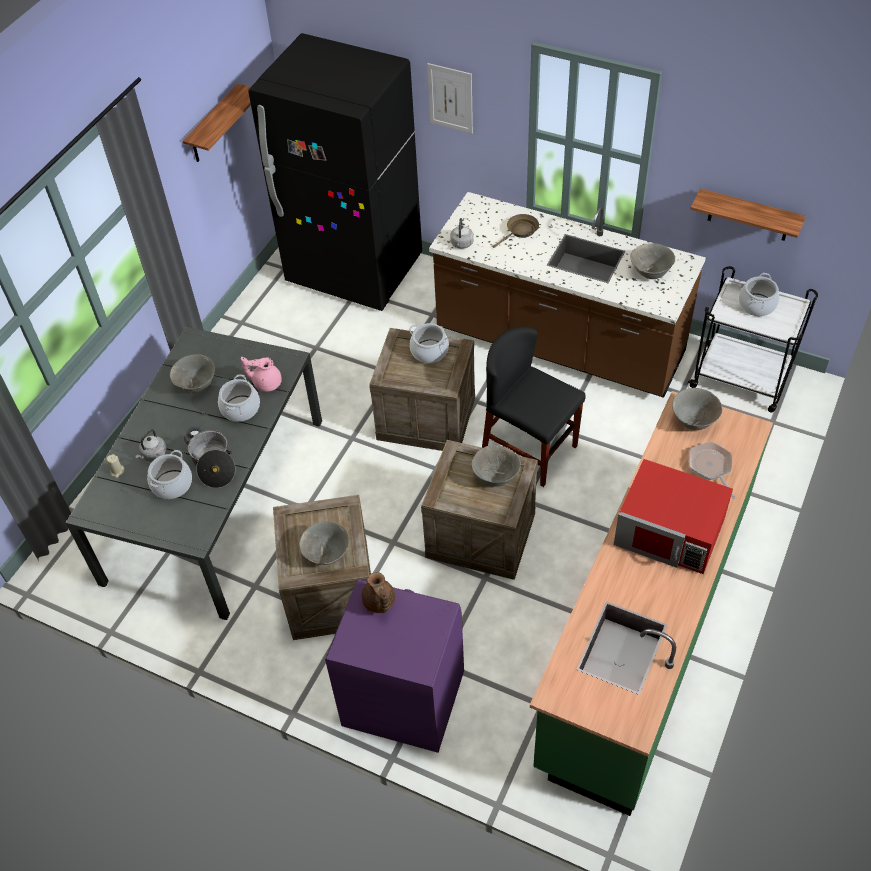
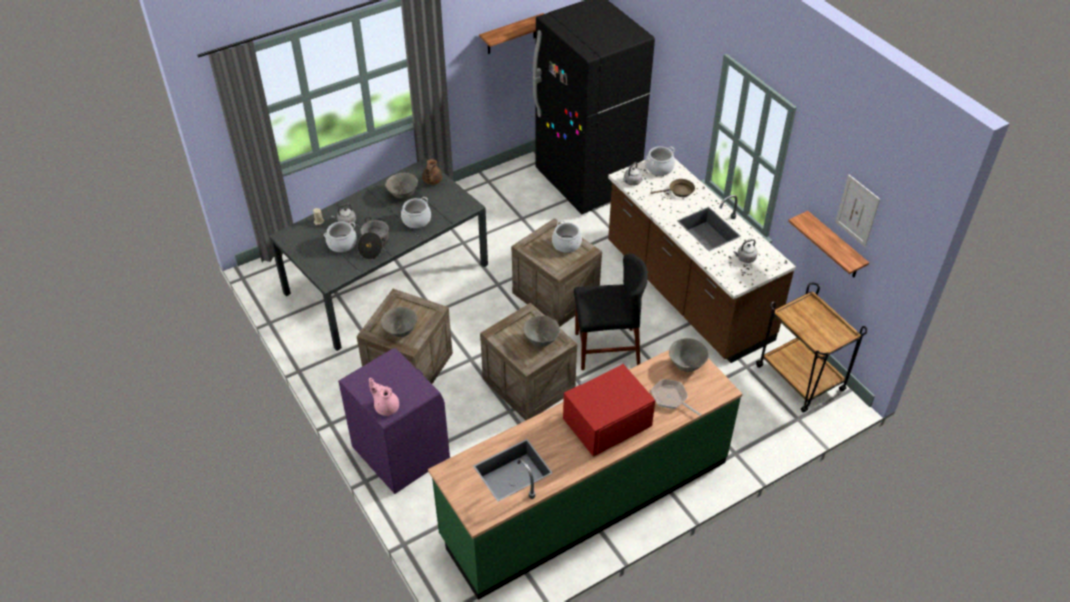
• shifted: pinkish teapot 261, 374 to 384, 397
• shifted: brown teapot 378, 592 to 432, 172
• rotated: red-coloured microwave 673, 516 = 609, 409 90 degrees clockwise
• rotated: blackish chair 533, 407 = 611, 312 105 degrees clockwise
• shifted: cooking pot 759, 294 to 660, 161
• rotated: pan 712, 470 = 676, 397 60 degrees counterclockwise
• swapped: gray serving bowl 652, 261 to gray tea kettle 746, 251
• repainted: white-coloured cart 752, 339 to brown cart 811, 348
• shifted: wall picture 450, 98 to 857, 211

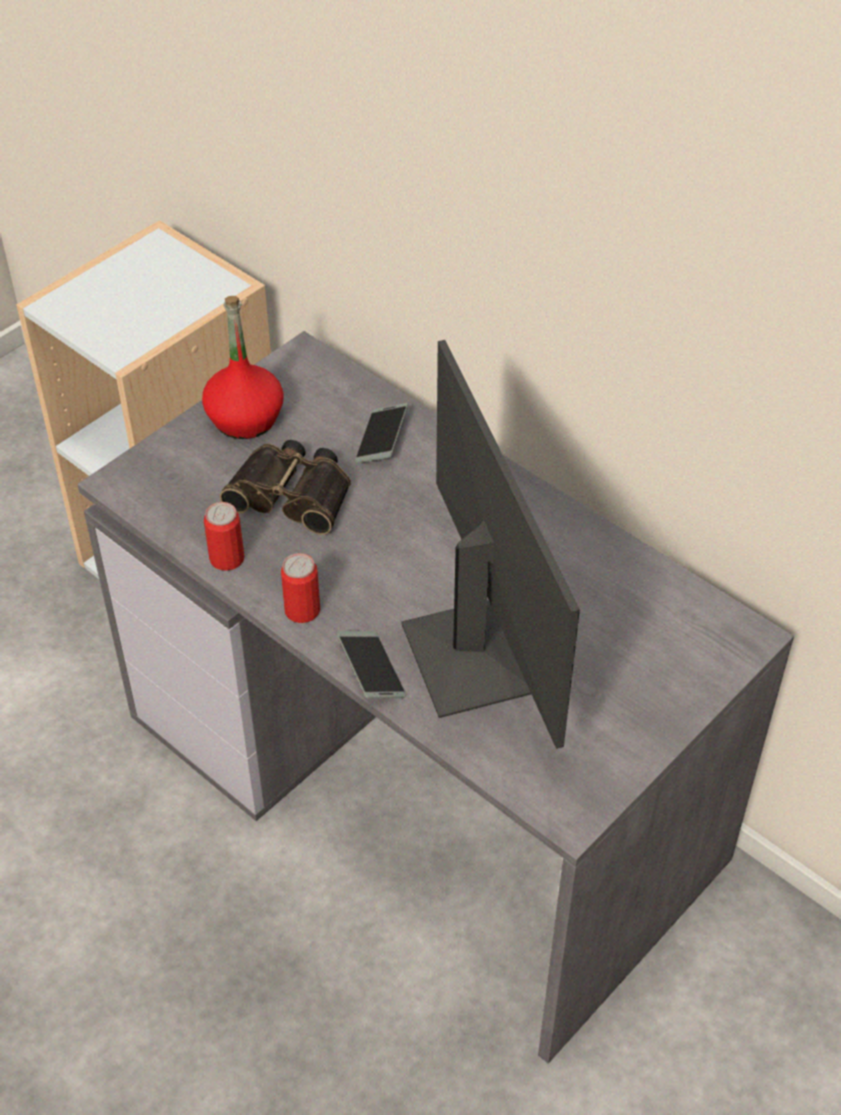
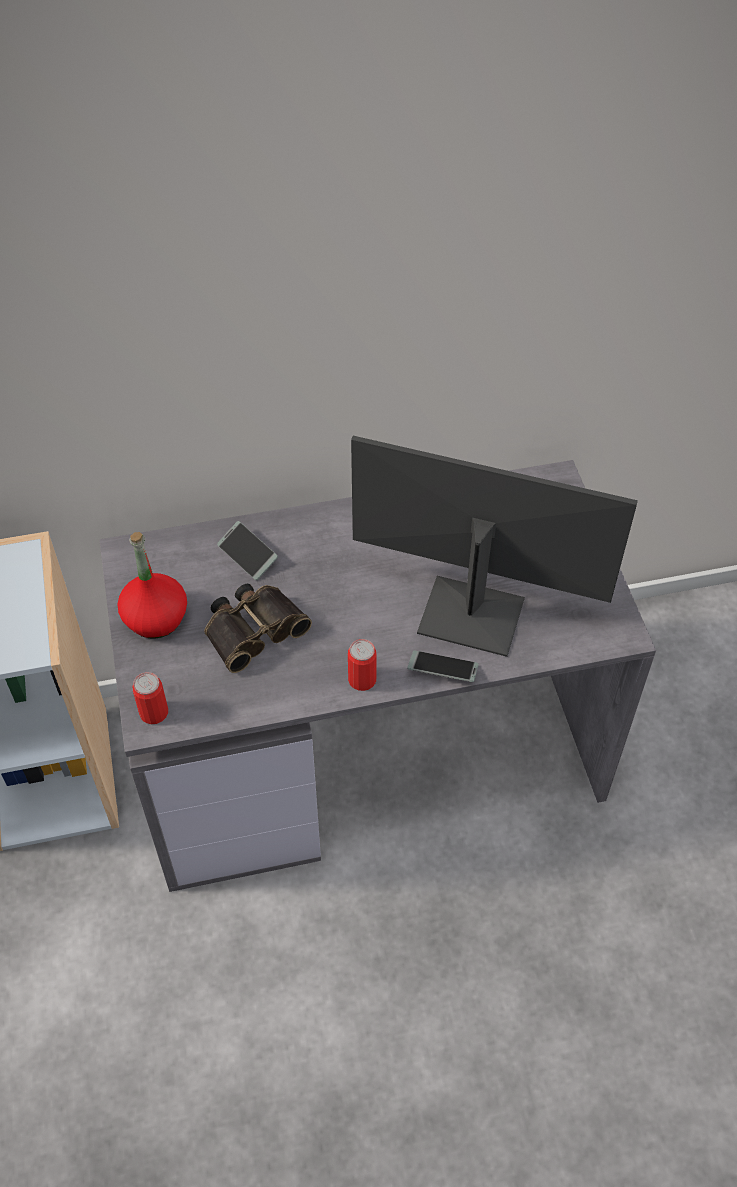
• shifted: metal can 224, 536 to 150, 698

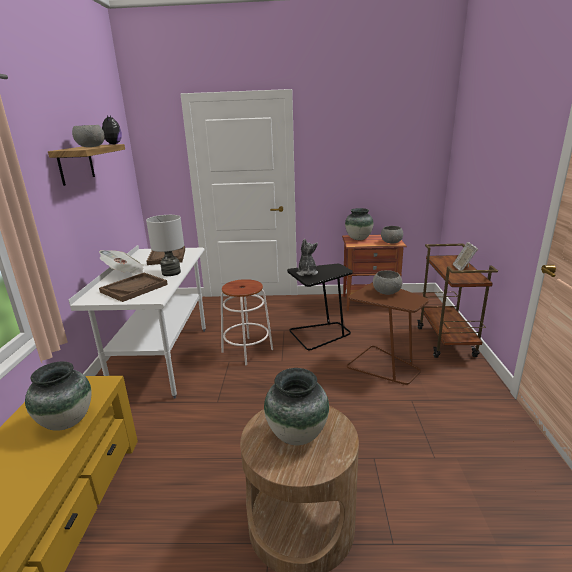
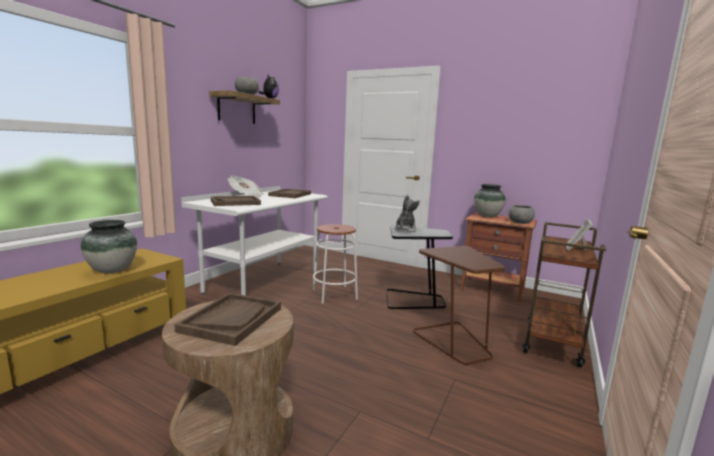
• swapped: vase 296, 406 to brown carrying tray 227, 319
• gone: gray lamp for a table 165, 245
• gone: gray serving bowl 387, 282

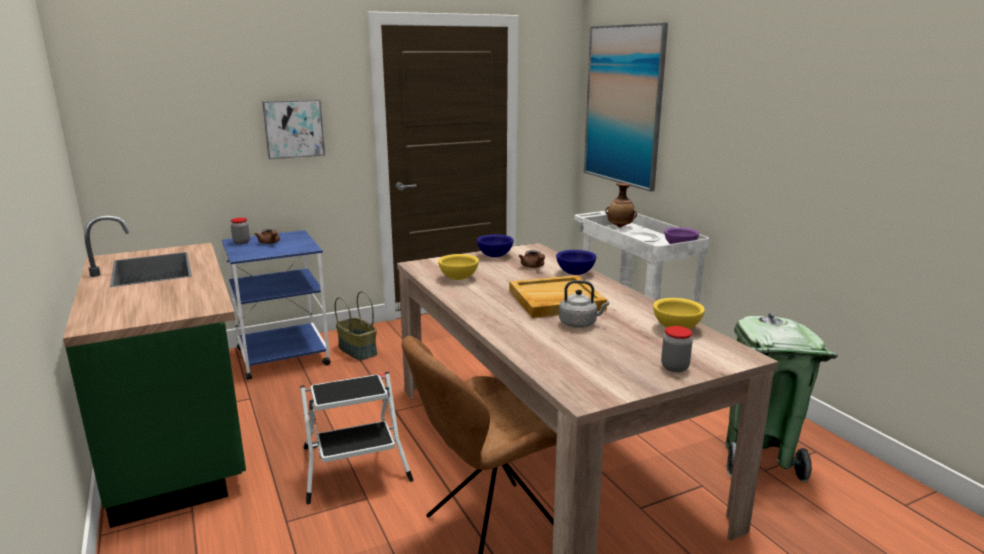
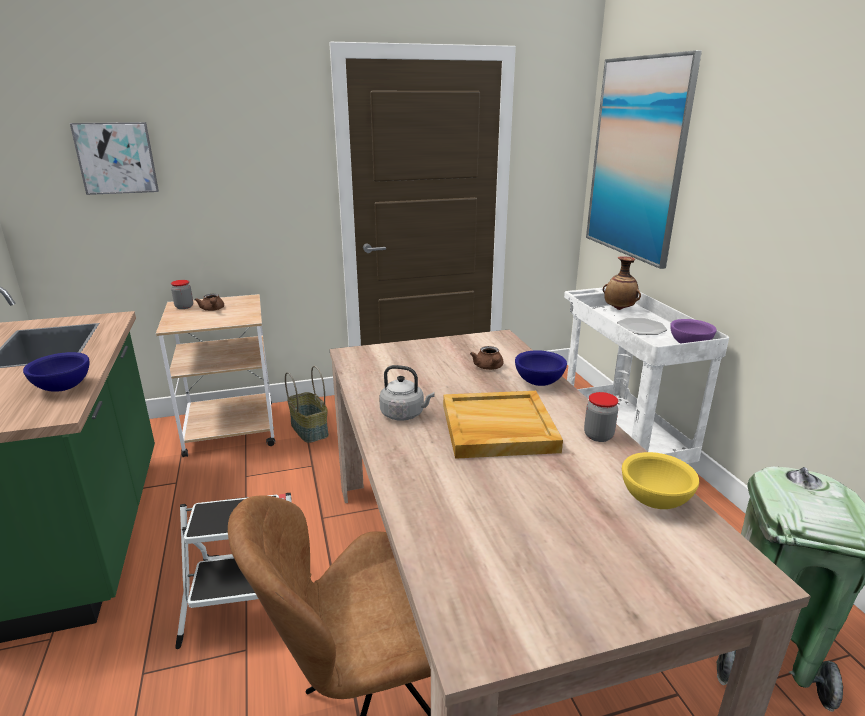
• shifted: blue serving bowl 495, 245 to 56, 372
• shifted: wall picture 293, 129 to 114, 158
• repainted: blue cart 276, 305 to sand-coloured cart 216, 375
• shifted: gray tea kettle 584, 304 to 407, 393
• shifted: preserve jar 676, 349 to 601, 417
• gone: yellow serving bowl 458, 267

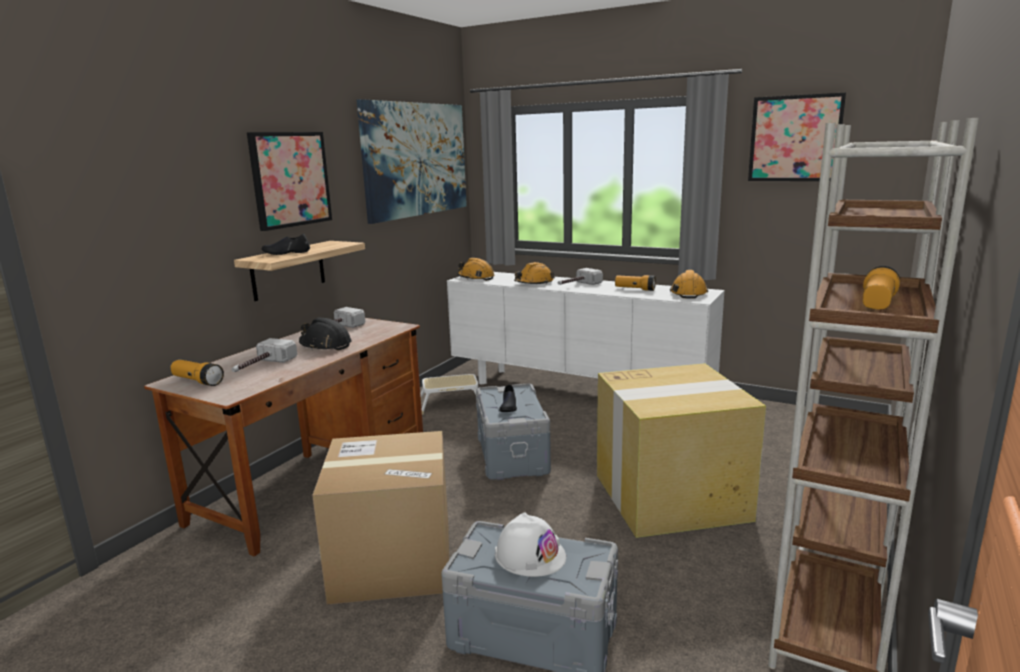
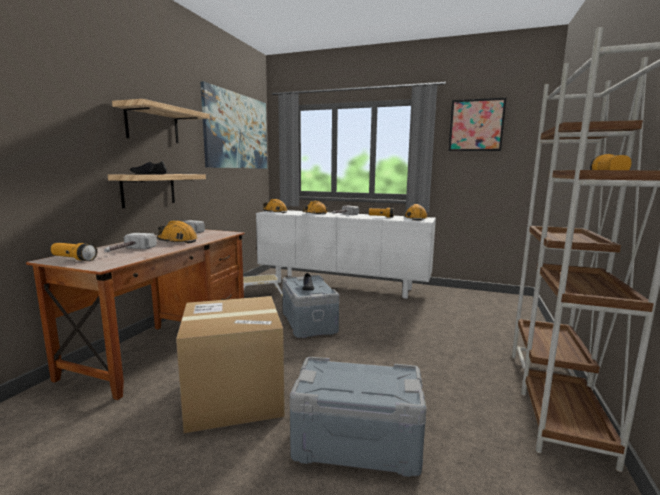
• swapped: wall picture 289, 181 to wall shelf 161, 121
• repainted: blackish safety helmet 325, 334 to orangey safety helmet 177, 232
• gone: white-coloured safety helmet 530, 545
• gone: cardboard box 681, 450

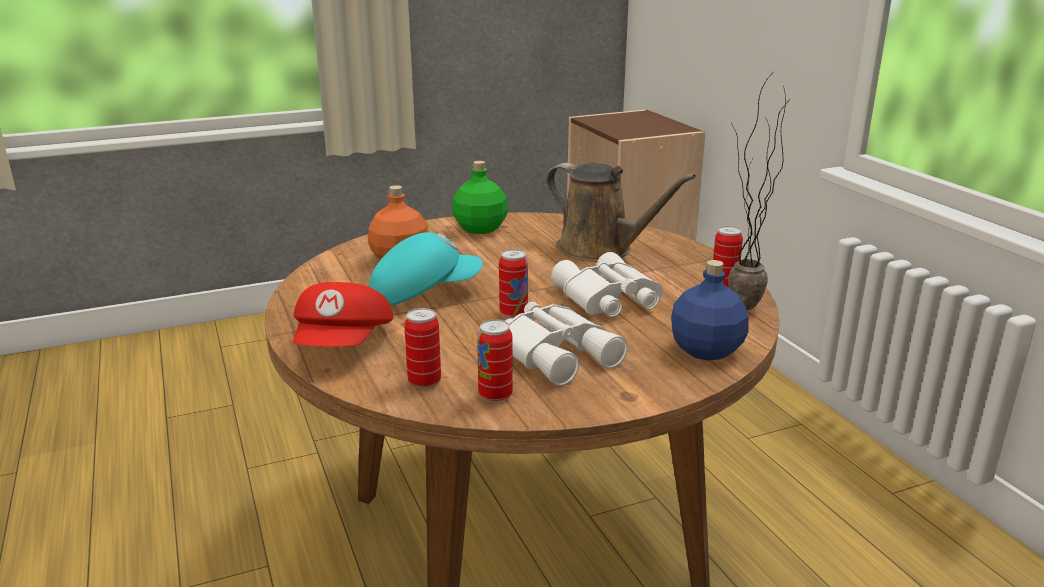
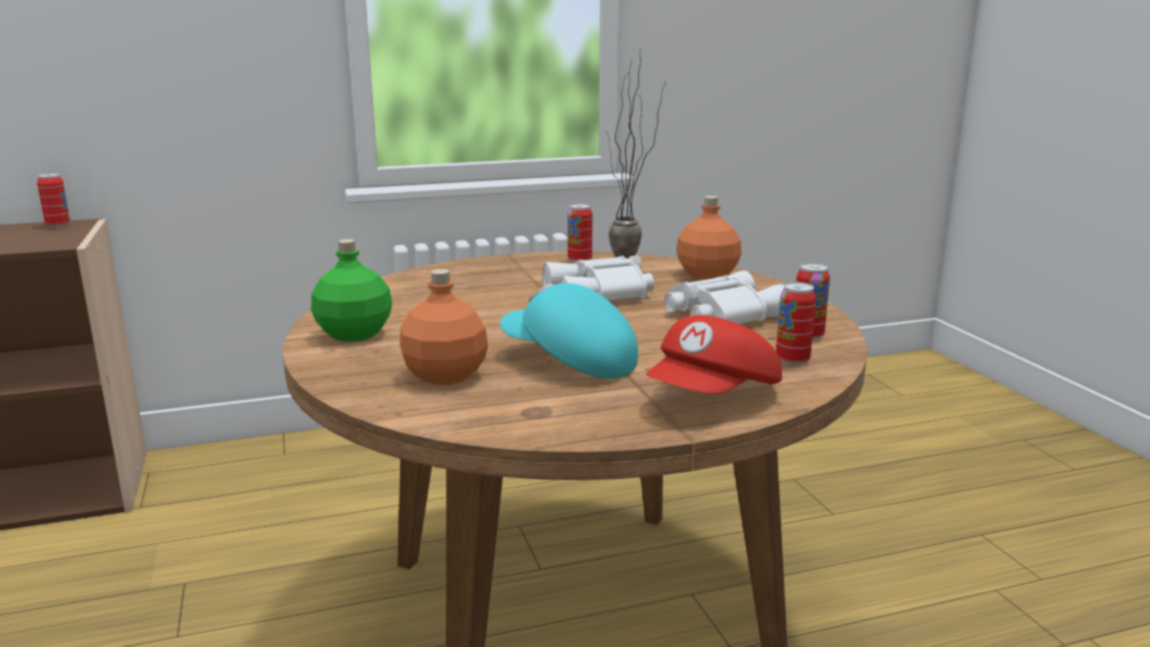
• shifted: metal can 513, 284 to 53, 200
• rotated: blue-green baseball cap 426, 268 = 569, 331 45 degrees counterclockwise
• rotated: red-coloured baseball cap 343, 314 = 714, 354 120 degrees clockwise
• repainted: blue beverage bottle 709, 310 to orangey beverage bottle 708, 238
• gone: brown watering can 621, 212

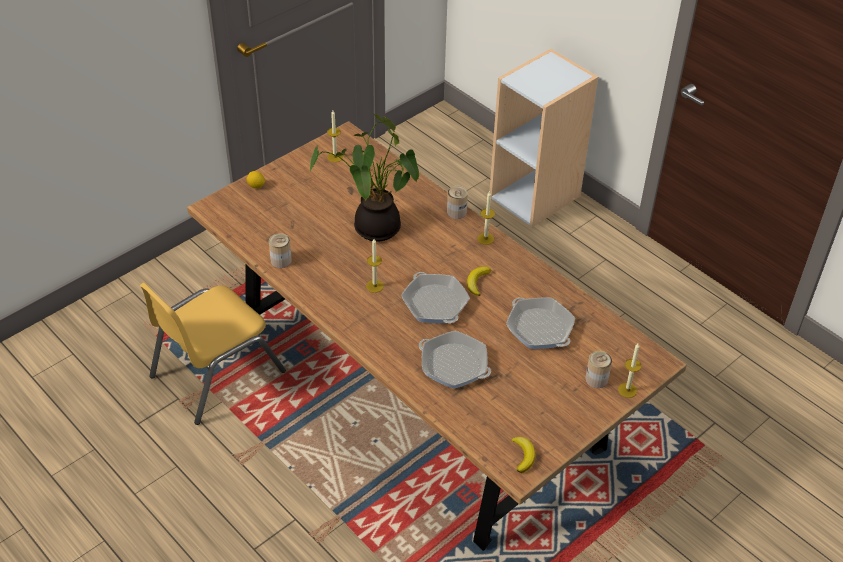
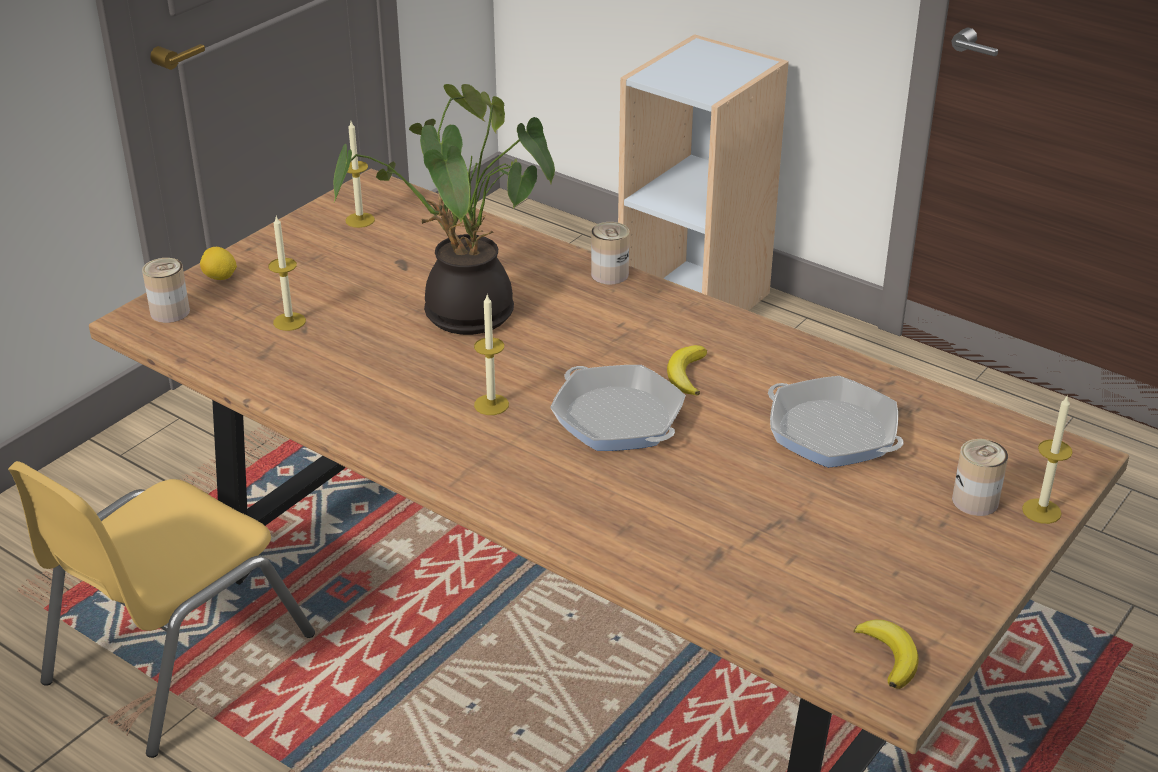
• shifted: metal can 280, 250 to 166, 290
• shifted: wax light 486, 218 to 287, 273
• gone: pan 455, 360

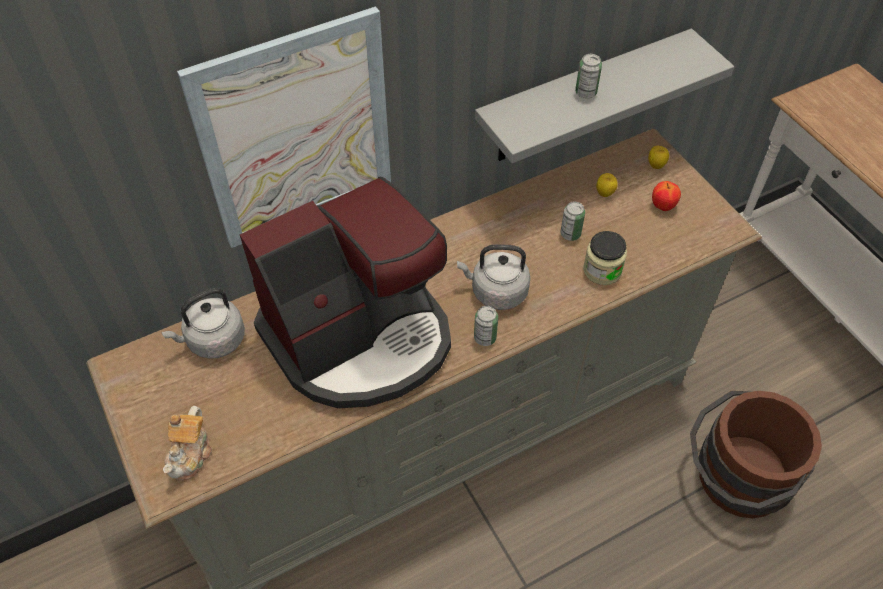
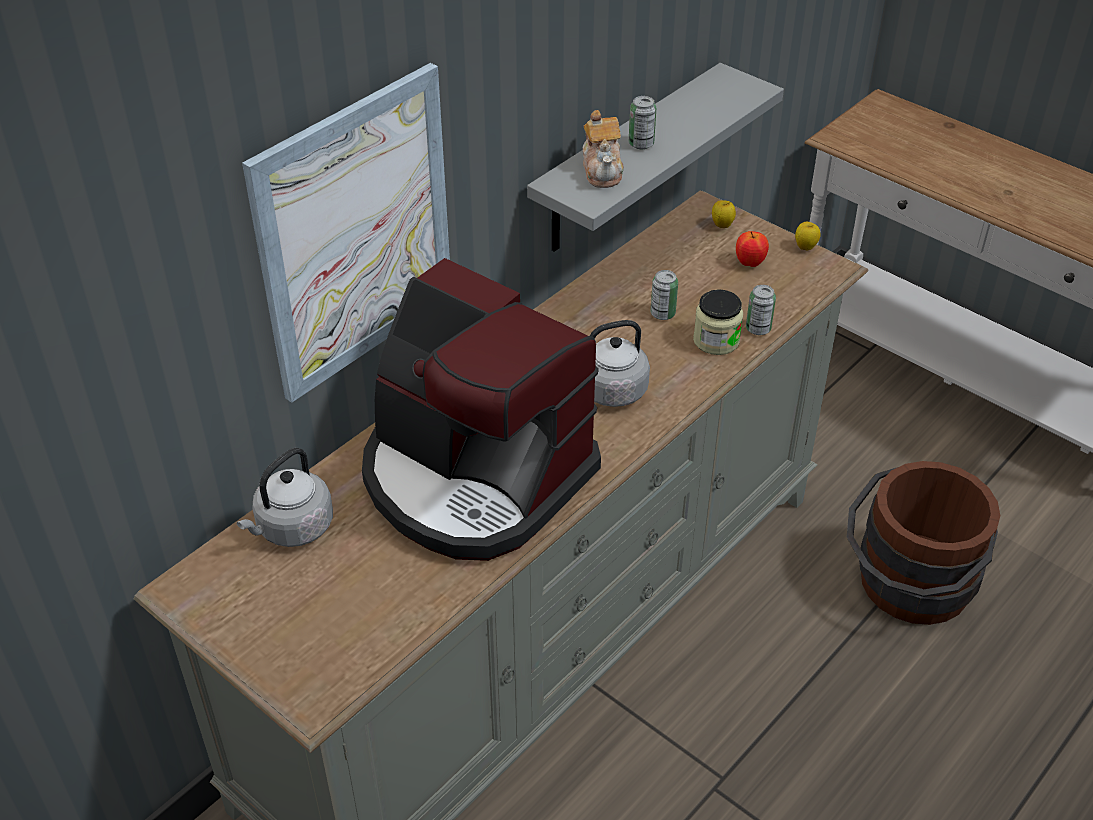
• rotated: coffee brewer 345, 292 = 481, 409 90 degrees clockwise
• shifted: teapot 187, 443 to 603, 149
• shifted: metal can 486, 326 to 761, 310
• shifted: apple 607, 185 to 808, 236

